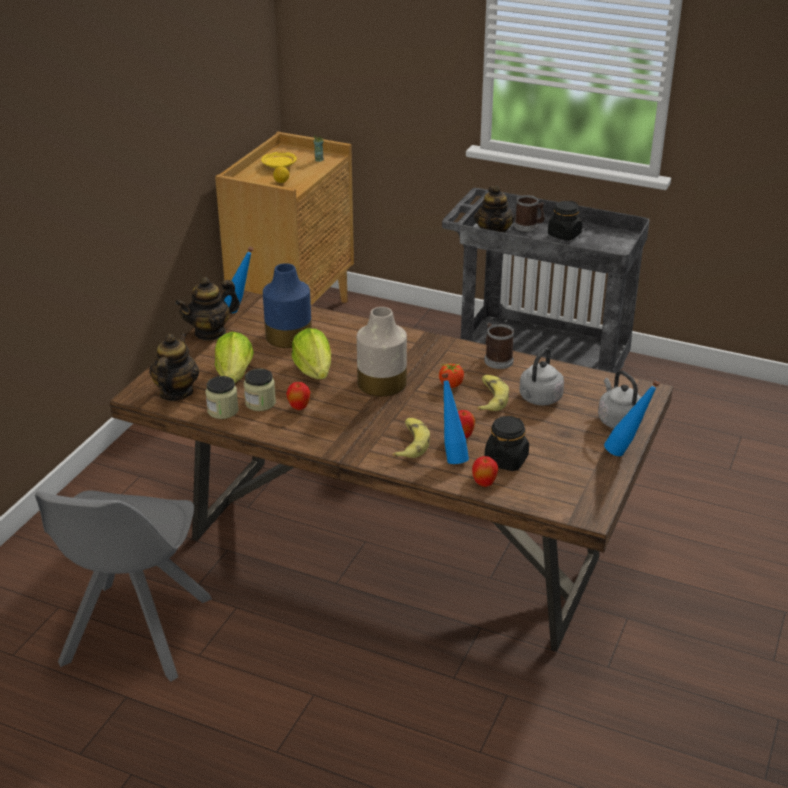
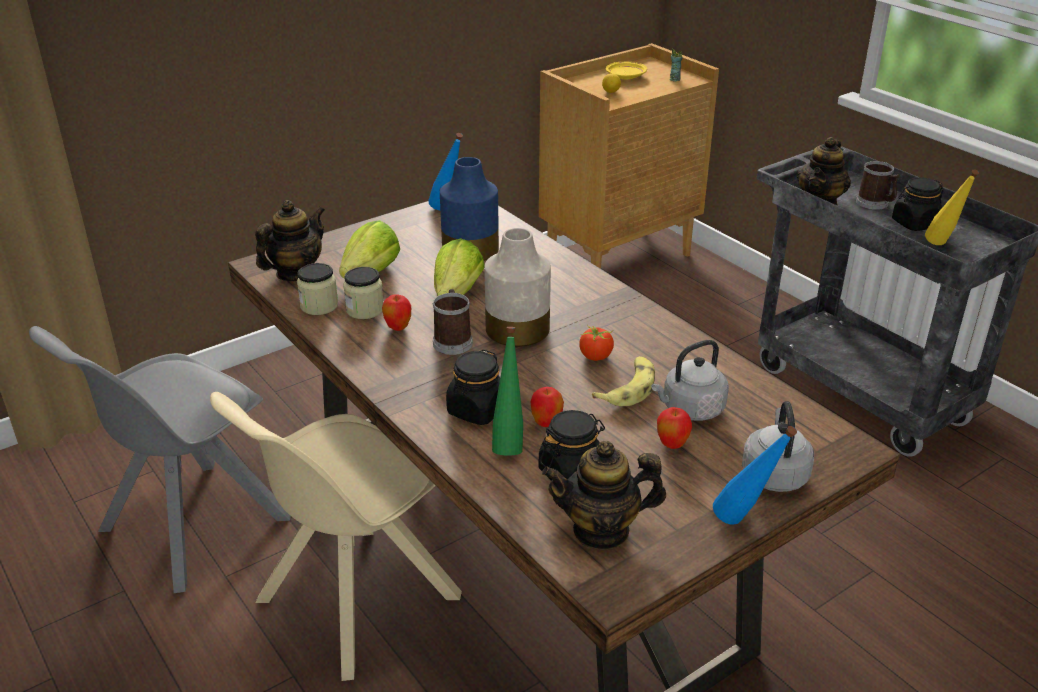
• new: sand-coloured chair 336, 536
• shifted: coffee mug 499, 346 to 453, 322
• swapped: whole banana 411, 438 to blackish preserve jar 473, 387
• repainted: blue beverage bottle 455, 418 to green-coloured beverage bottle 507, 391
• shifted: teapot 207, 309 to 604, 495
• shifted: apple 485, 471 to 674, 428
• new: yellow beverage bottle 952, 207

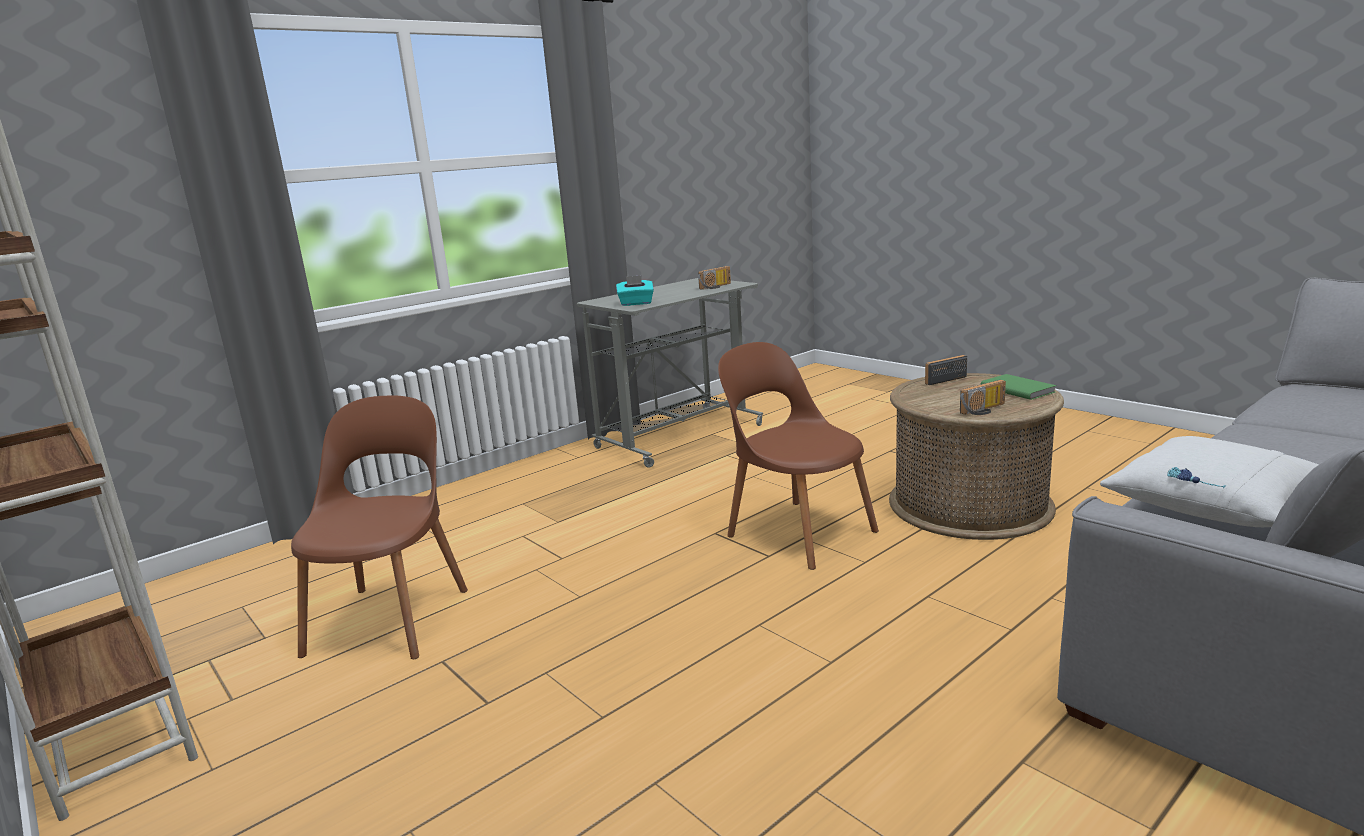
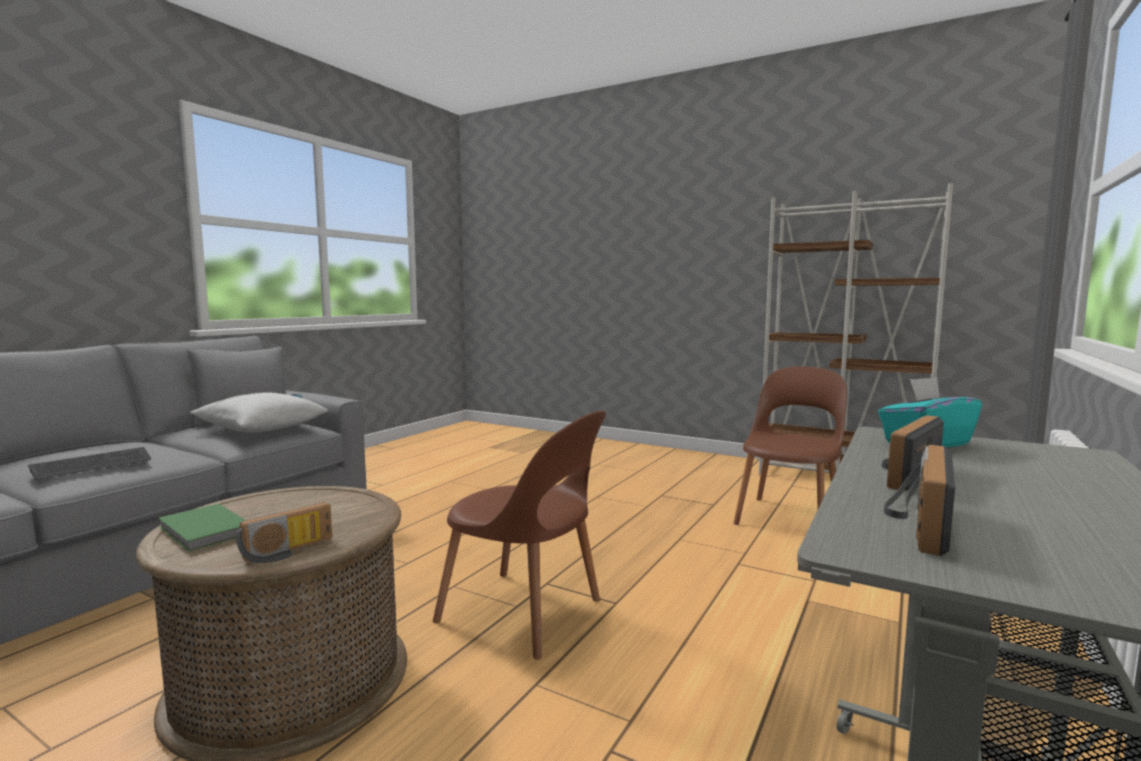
• new: PC keyboard 89, 463
• rotated: brown chair 379, 527 = 790, 445 135 degrees counterclockwise
• shifted: radio receiver 983, 397 to 913, 453

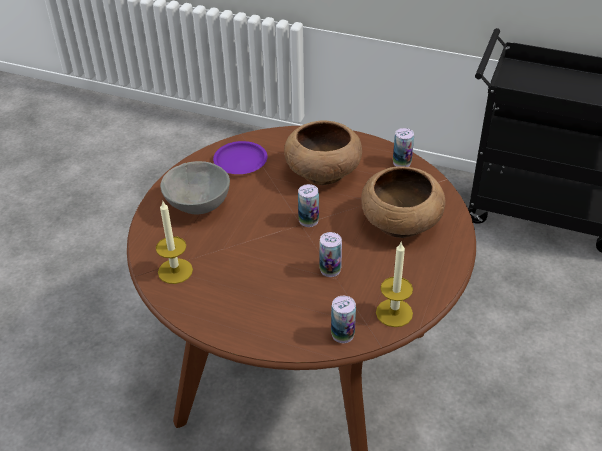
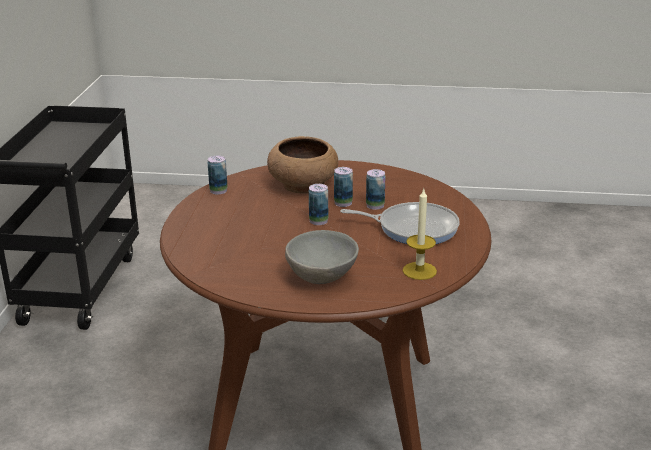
• shifted: metal can 343, 319 to 343, 187
• new: pan 400, 223
• gone: purplish flat dish 240, 157
• gone: brown serving bowl 323, 153
• gone: wax light 394, 284

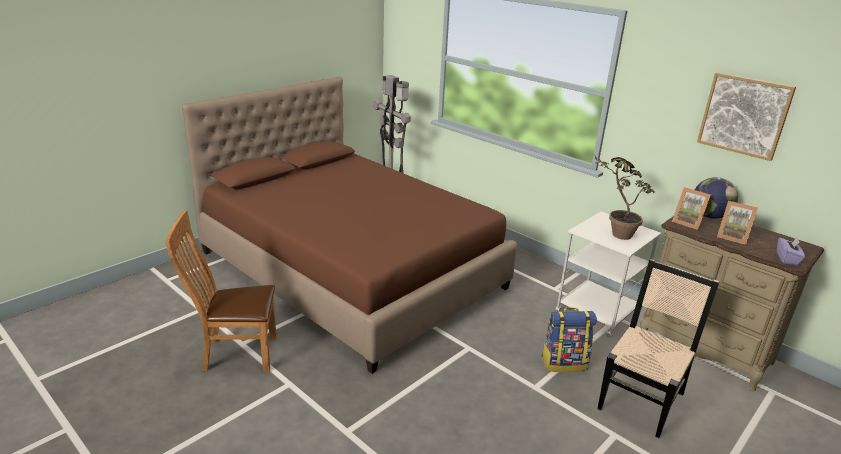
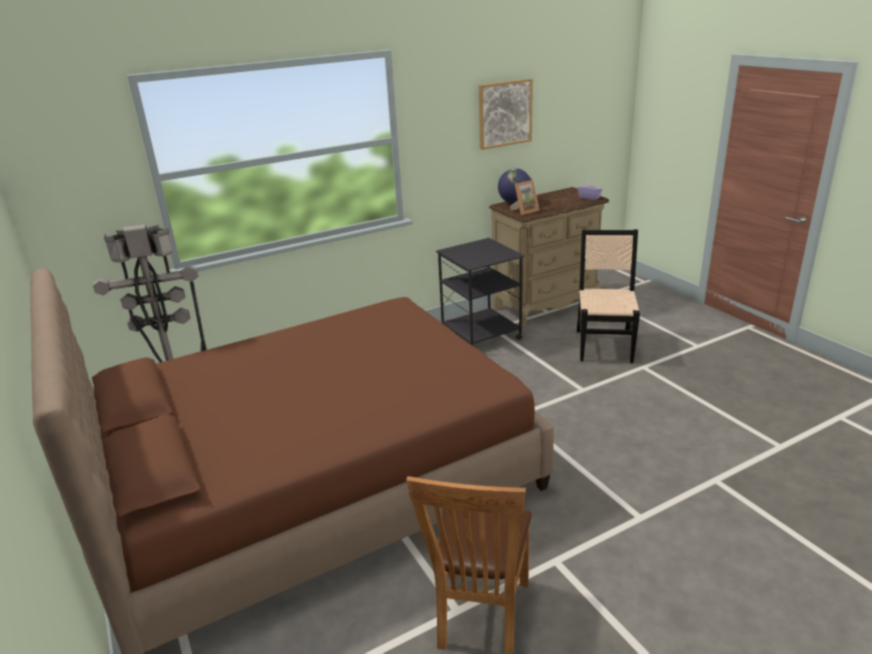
• repainted: white-coloured cart 608, 274 to blackish cart 480, 292
• rotated: chair 659, 348 = 608, 296 45 degrees clockwise
• gone: knapsack 569, 340
• gone: houseplant 624, 197
• gone: photo frame 737, 223

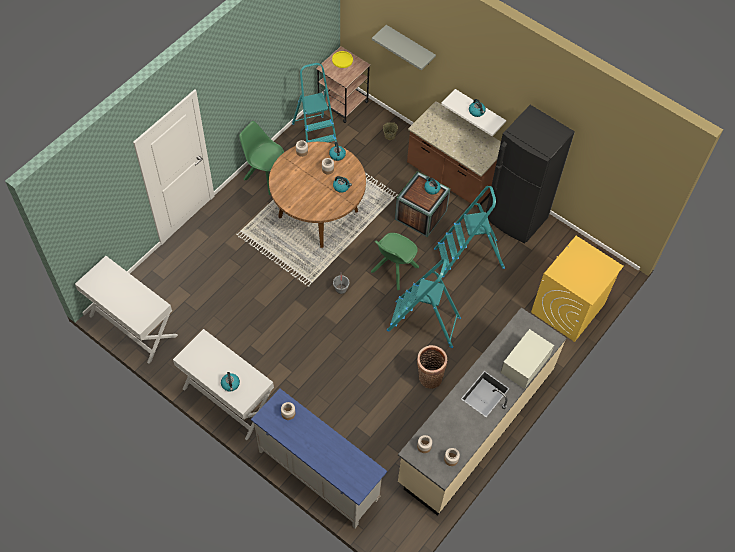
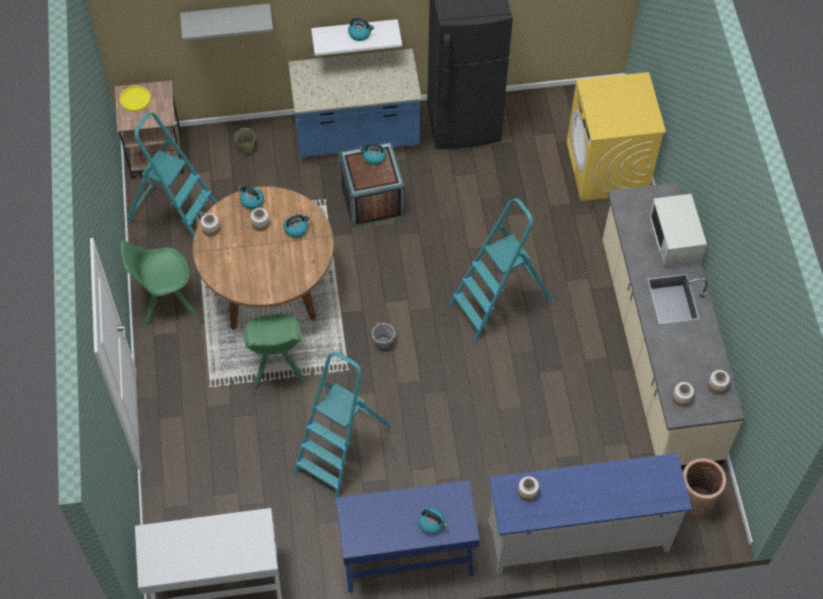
• shifted: green-coloured chair 395, 261 to 274, 351
• repainted: brown kitchen base unit 454, 154 to blue kitchen base unit 355, 103
• shifted: blue-green stepladder 469, 232 to 342, 426
• repainted: white-coloured console table 223, 384 to blue console table 408, 536
• shifted: storage basket 432, 367 to 704, 487

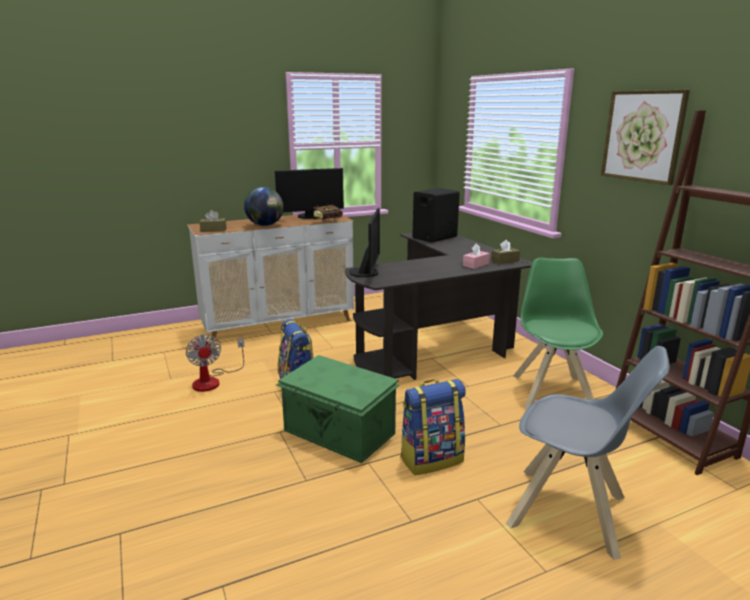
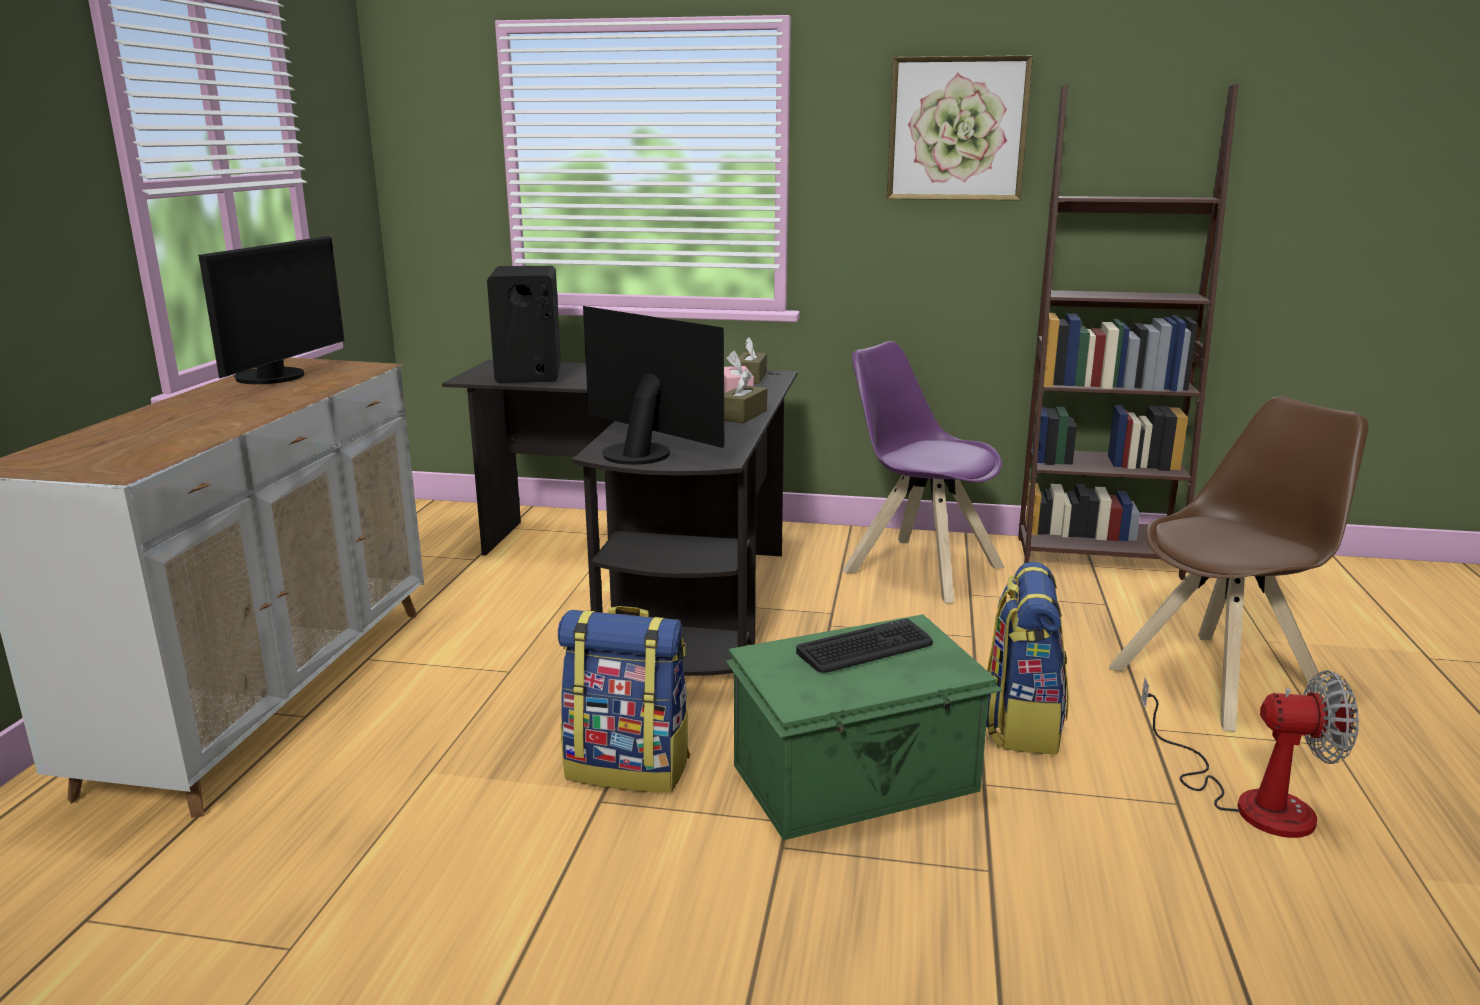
• shifted: brown tissue holder 213, 221 to 745, 396
• new: PC keyboard 864, 646
• repainted: green-coloured chair 558, 334 to purplish chair 924, 472
• repainted: gray chair 588, 453 to brown chair 1238, 564
• shifted: electric fan 215, 363 to 1250, 754
• gone: globe 264, 206
• gone: volume 328, 212

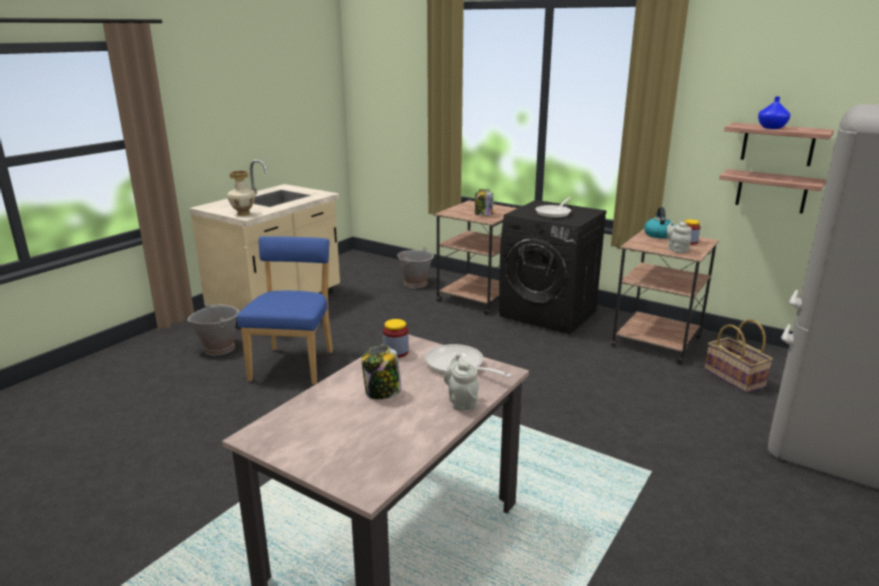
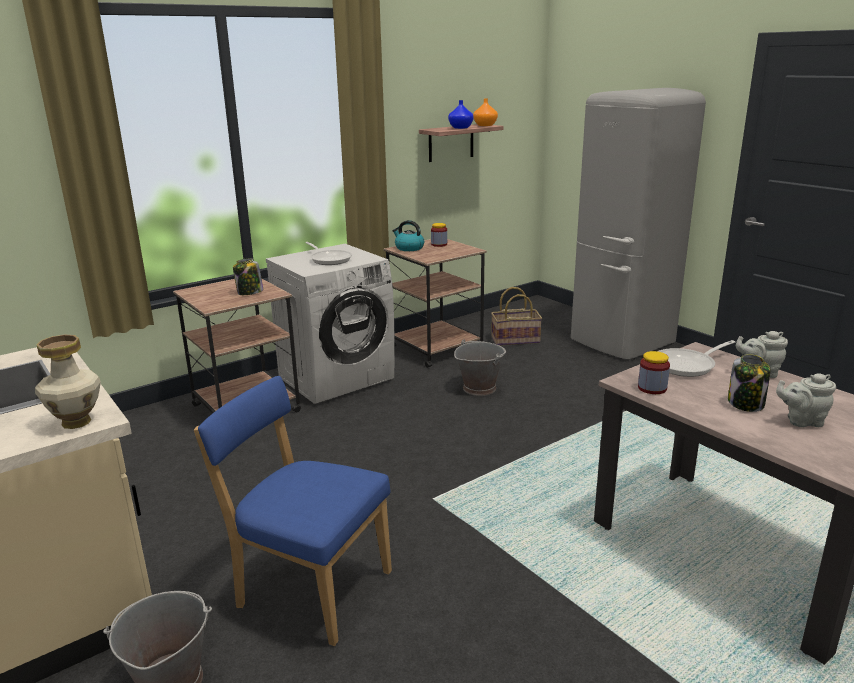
• repainted: blackish laundry appliance 553, 267 to white-coloured laundry appliance 330, 324
• shifted: gray water bucket 416, 267 to 480, 367
• new: orangey vase 485, 112
• shifted: gray teapot 679, 237 to 806, 400
• gone: wall shelf 772, 191

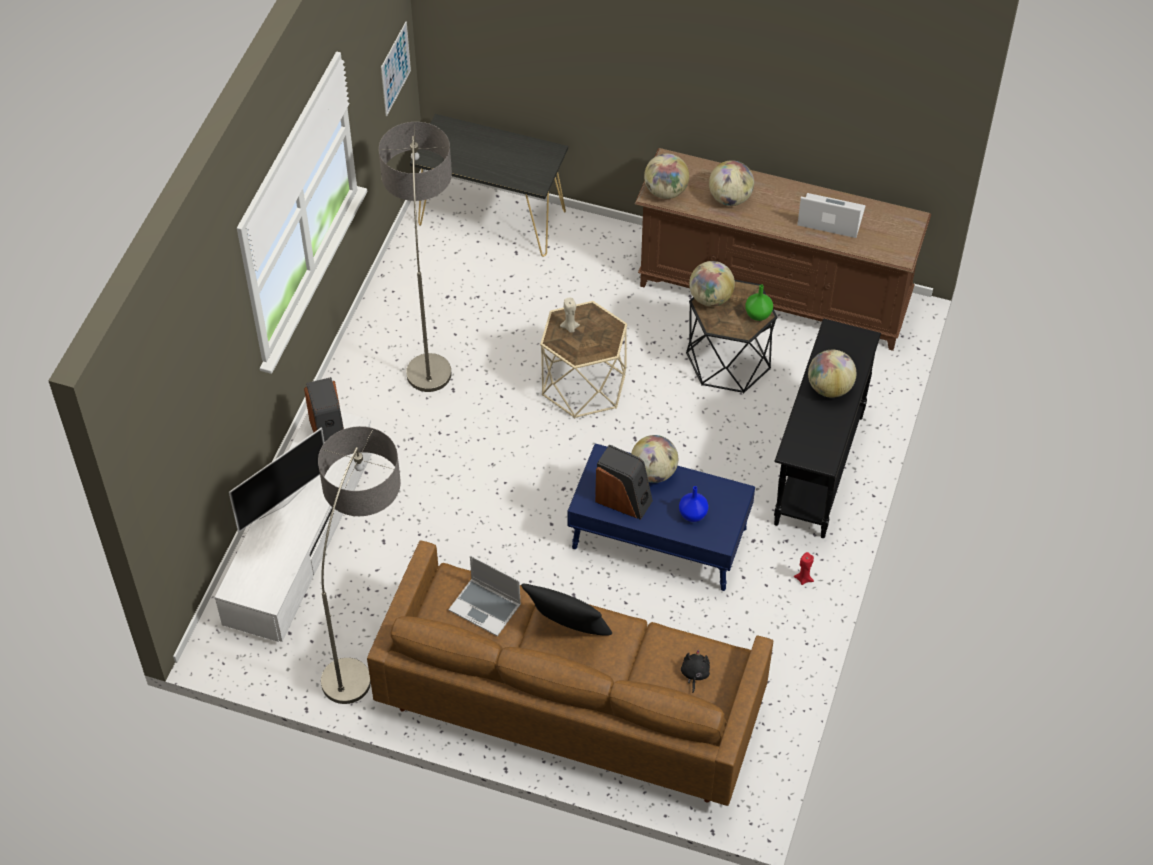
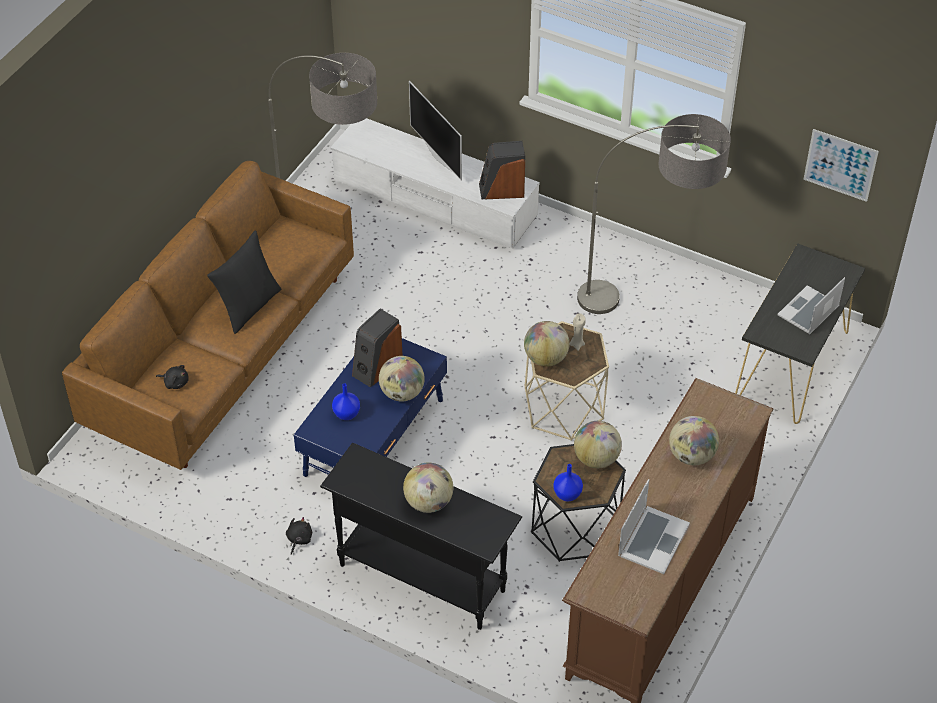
• swapped: red-coloured wax light 804, 568 to blackish cuddly toy 299, 536
• shifted: globe 666, 176 to 547, 344
• repainted: green-coloured vase 759, 302 to blue vase 568, 482
• shifted: portable computer 484, 595 to 811, 305

